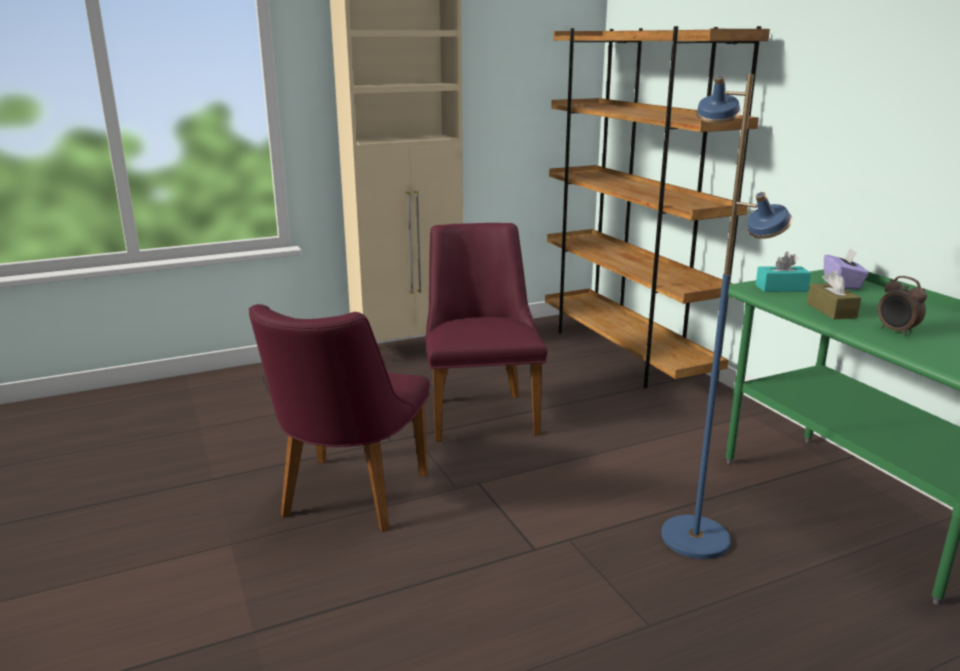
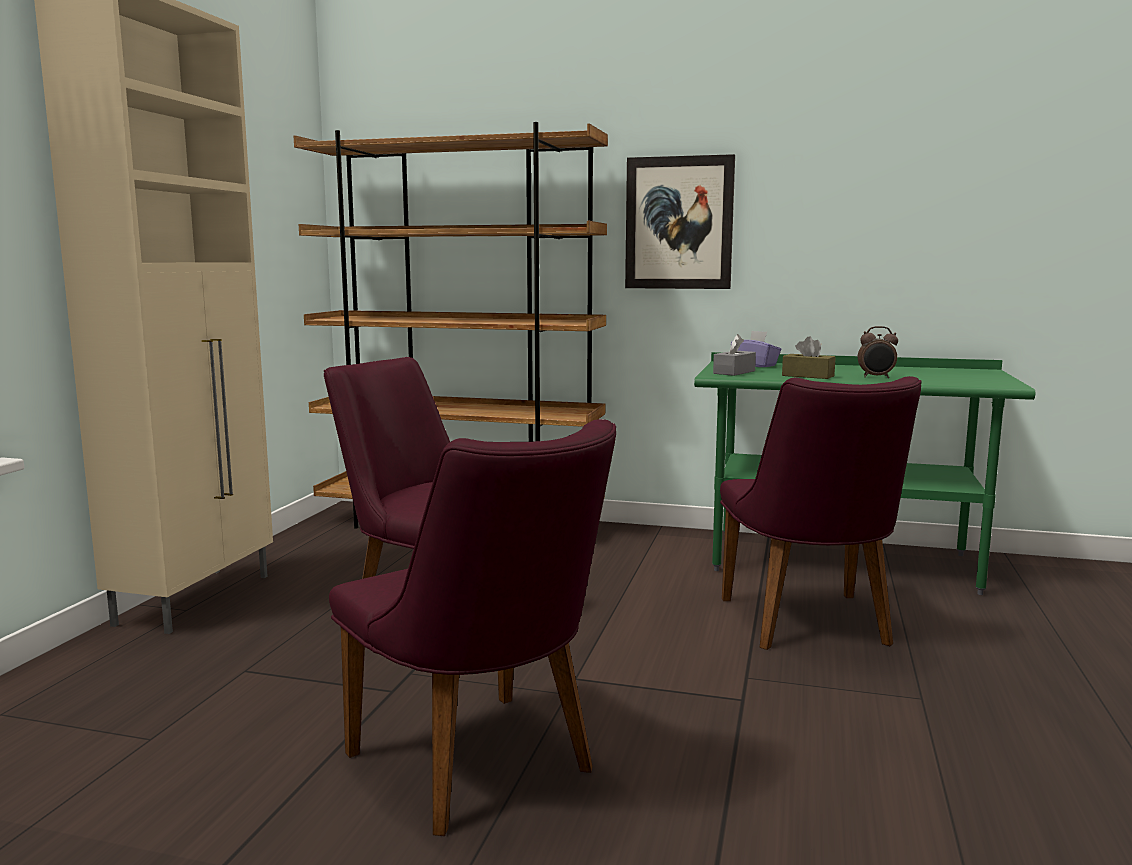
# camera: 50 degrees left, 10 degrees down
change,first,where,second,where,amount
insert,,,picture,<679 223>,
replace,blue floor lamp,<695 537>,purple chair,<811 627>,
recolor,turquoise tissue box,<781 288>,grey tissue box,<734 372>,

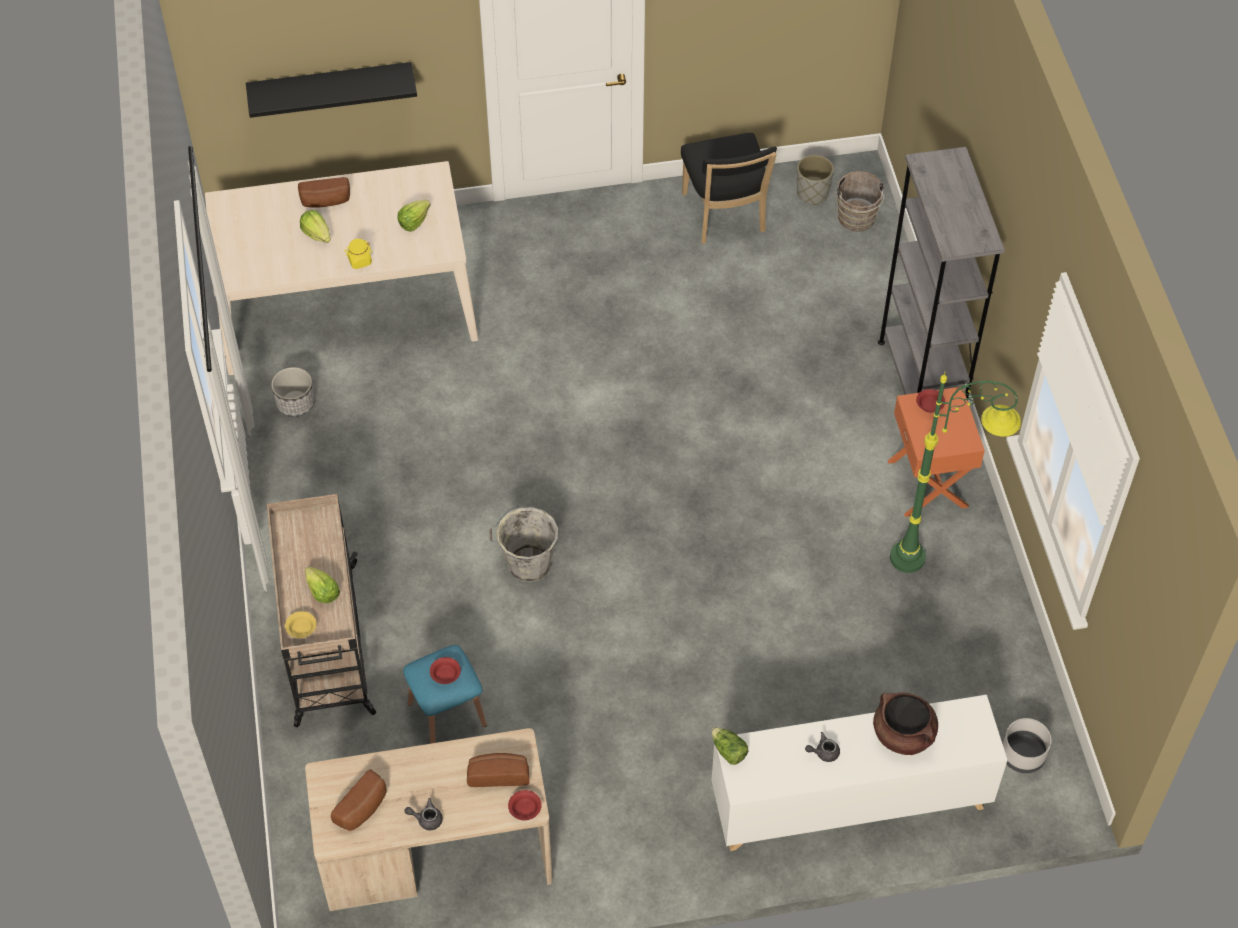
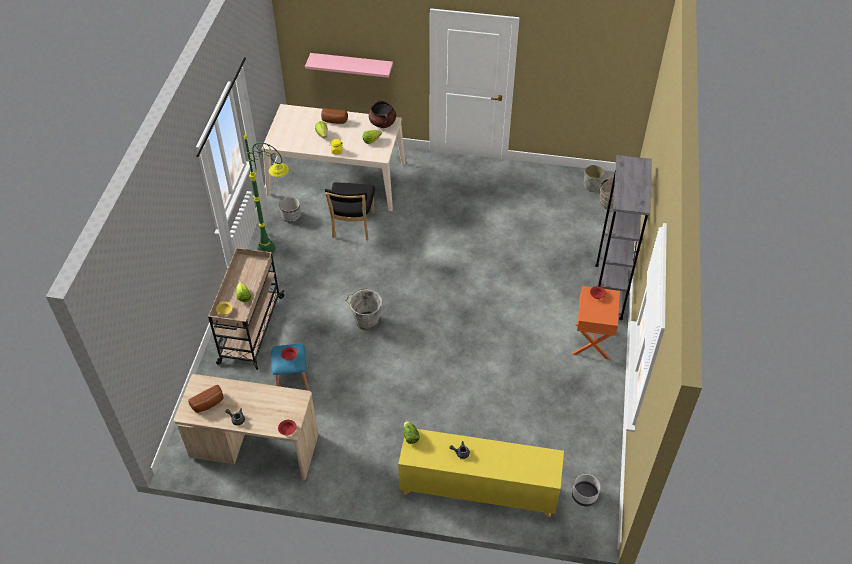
# camera: 20 degrees right, 5 degrees down
change,first,where,second,where,amount
delete,bread,<498 774>,,,
move,black chair,<725 216>,,<352 227>,
move,brown cooking pot,<903 734>,,<382 123>,
move,green floor lamp,<938 559>,,<279 253>,
recolor,black shelf,<331 86>,pink shelf,<352 65>,
recolor,white cabinet,<849 802>,yellow cabinet,<478 489>,

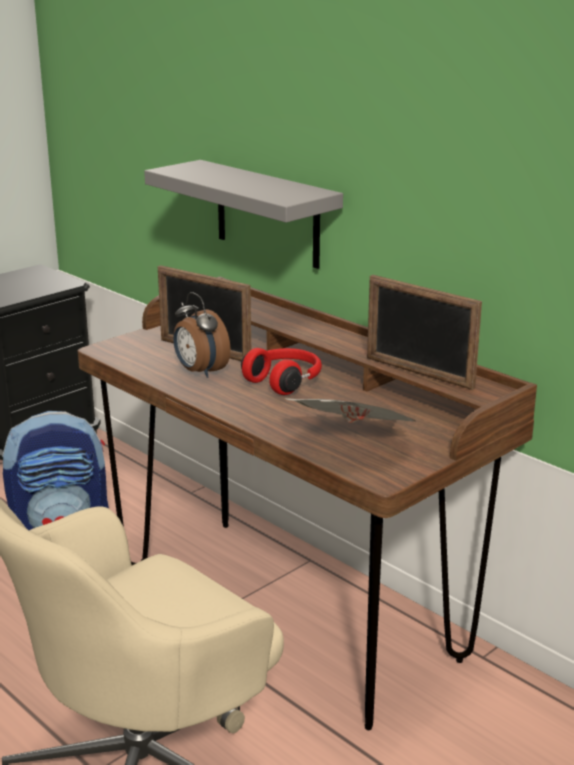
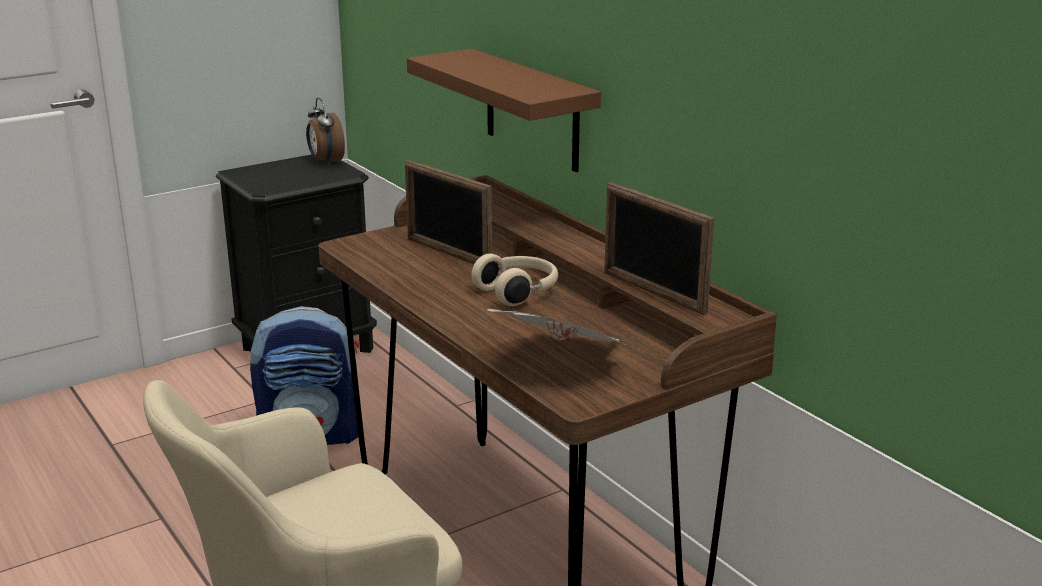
# camera: 10 degrees right, 0 degrees up
change,first,where,second,where,amount
move,alarm clock,<200 372>,,<325 161>,
recolor,grey shelf,<267 214>,brown shelf,<532 110>,
recolor,red headphones,<285 382>,beige headphones,<518 292>,

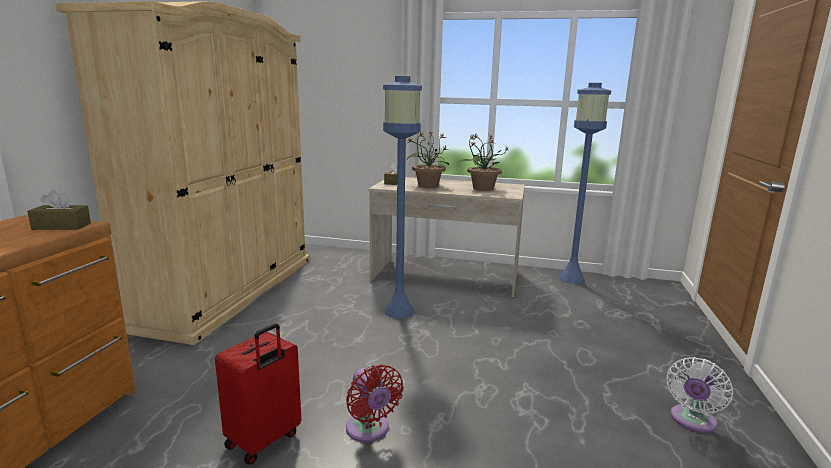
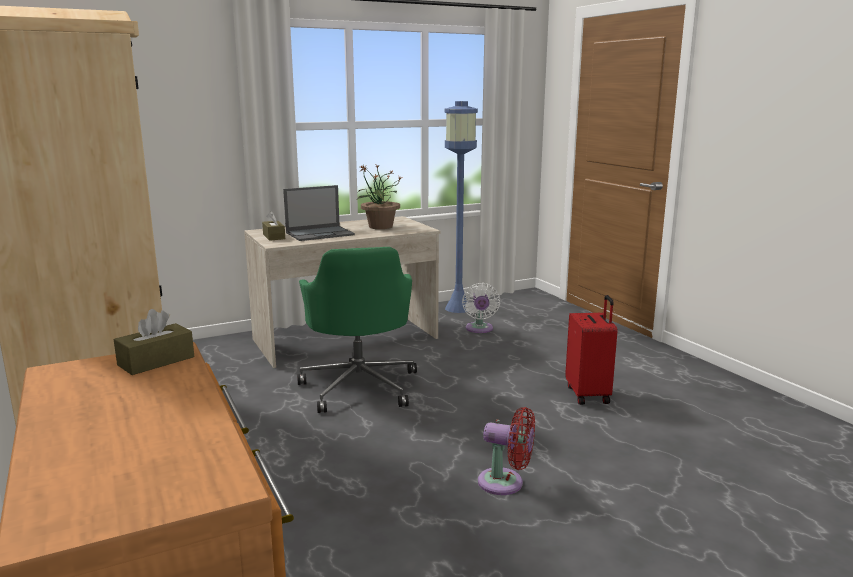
# camera: 40 degrees left, 0 degrees up
change,first,where,second,where,amount
move,red suitcase,<264 441>,,<589 394>,
move,white fan,<691 422>,,<479 329>,
replace,blue floor lamp,<399 312>,green office chair,<360 386>,
replace,potted plant,<427 186>,laptop,<320 234>,

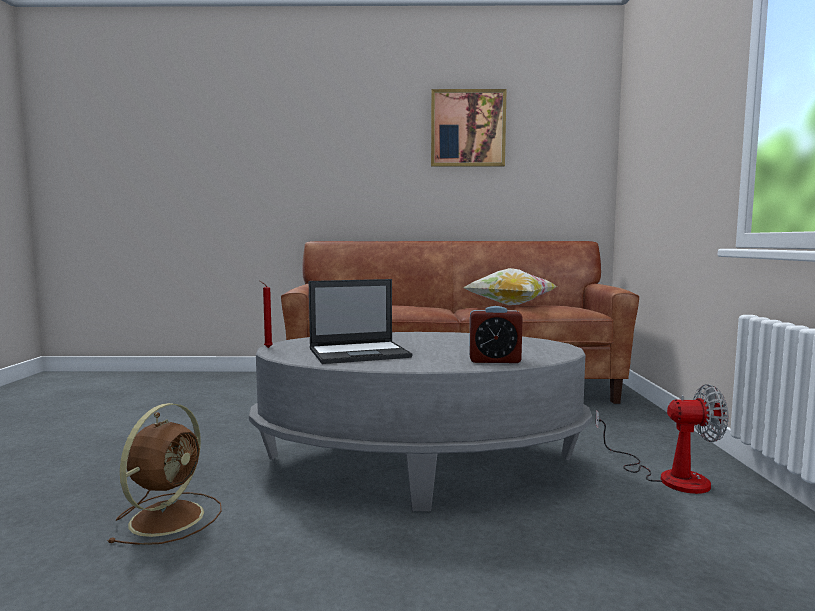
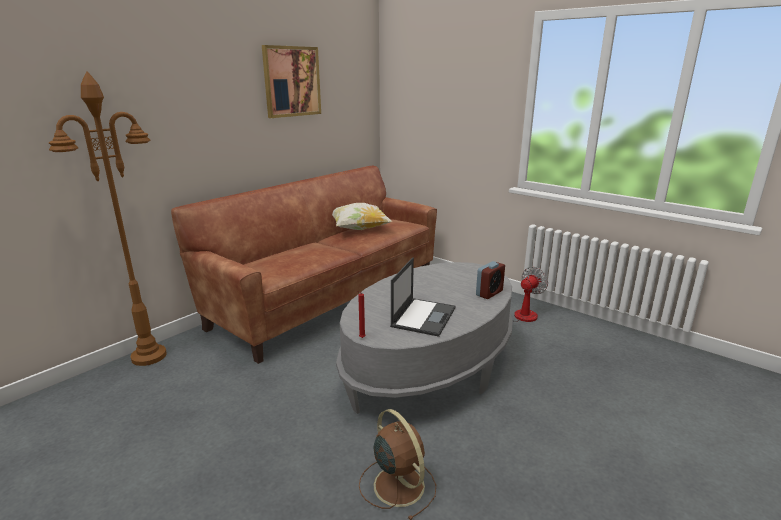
# camera: 50 degrees left, 15 degrees up
change,first,where,second,where,amount
insert,,,brown floor lamp,<149 356>,

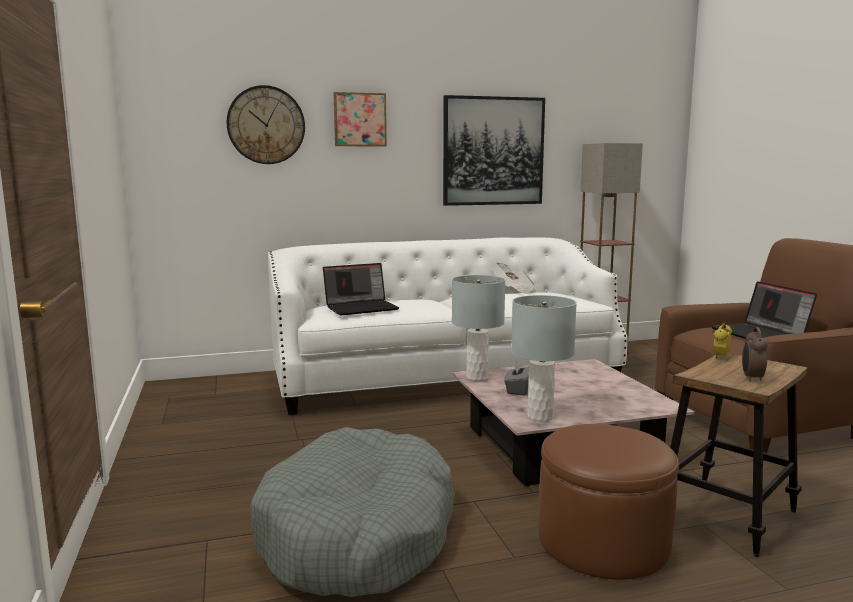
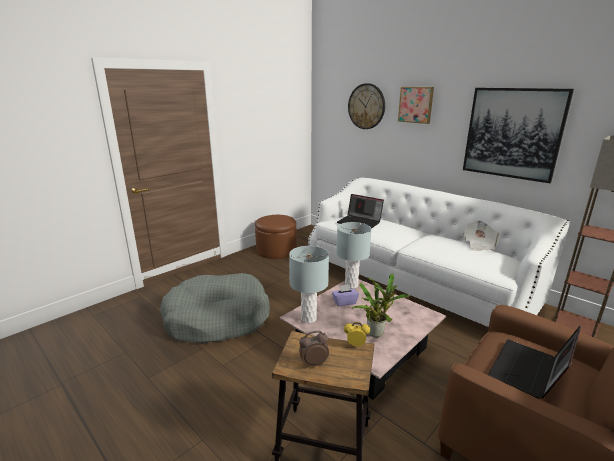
# camera: 60 degrees right, 10 degrees up
change,first,where,second,where,amount
insert,,,potted plant,<377 332>,
move,brown ottoman,<603 542>,,<276 250>,
recolor,grey tissue box,<518 390>,purple tissue box,<344 302>,

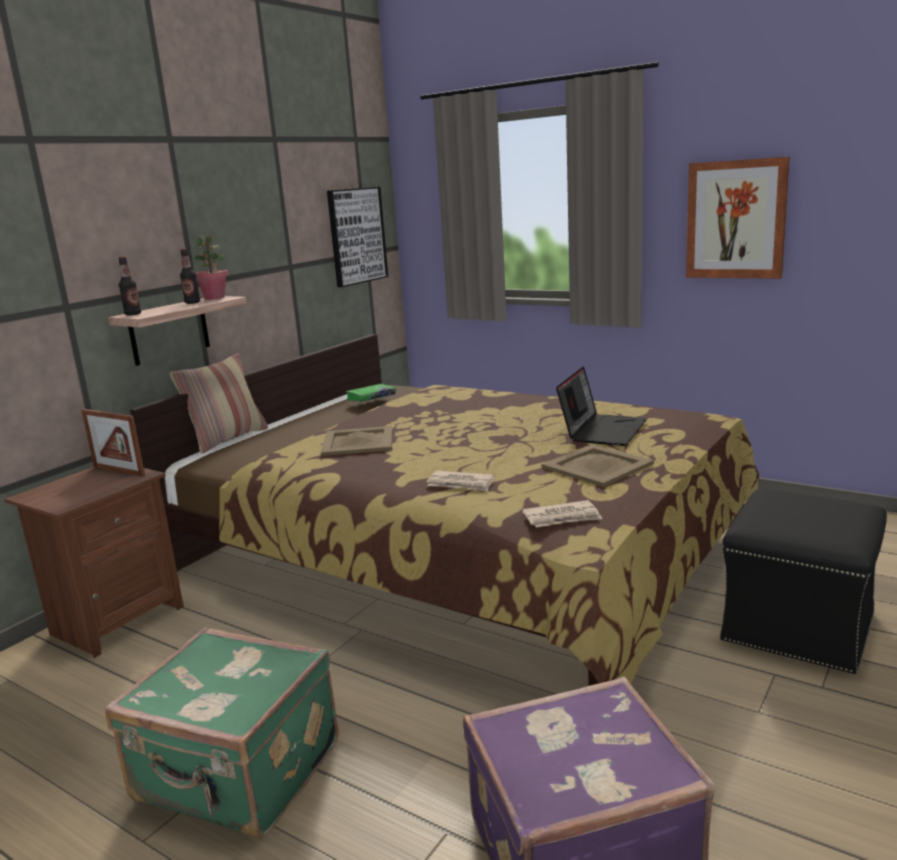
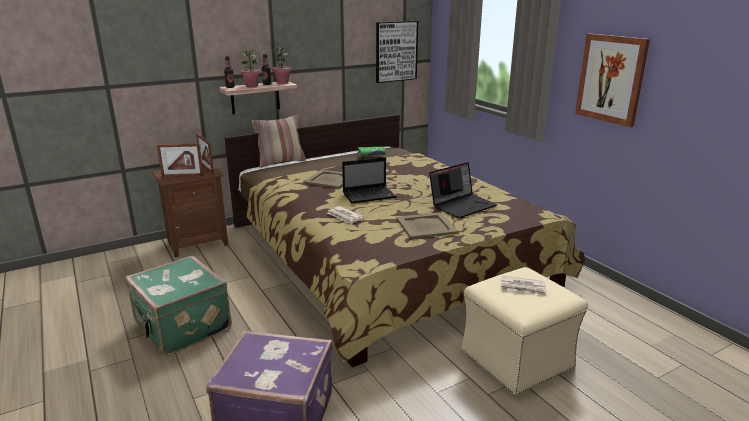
# camera: 25 degrees right, 5 degrees up
change,first,where,second,where,amount
insert,,,picture frame,<182 176>,
insert,,,potted plant,<251 86>,
insert,,,laptop,<370 195>,
move,newspaper,<562 518>,,<523 287>,
recolor,black ottoman,<798 626>,beige ottoman,<517 358>,

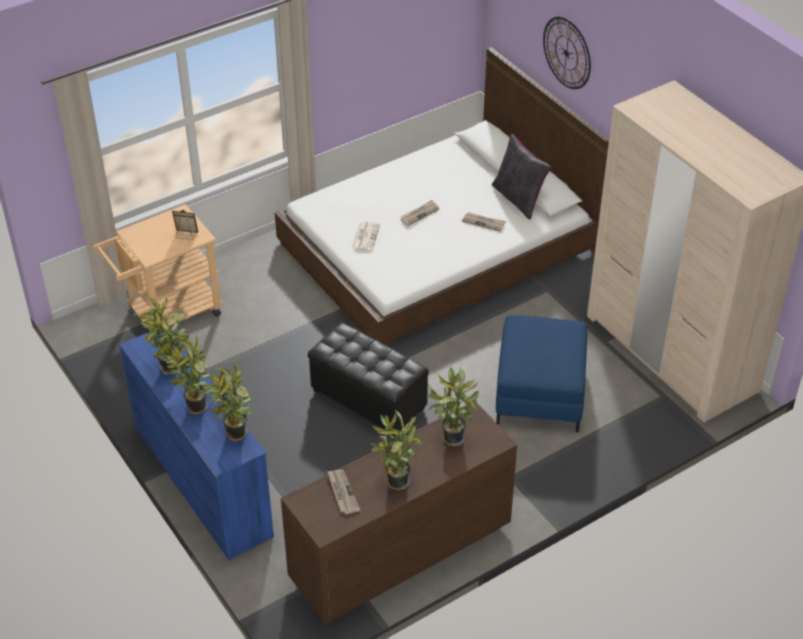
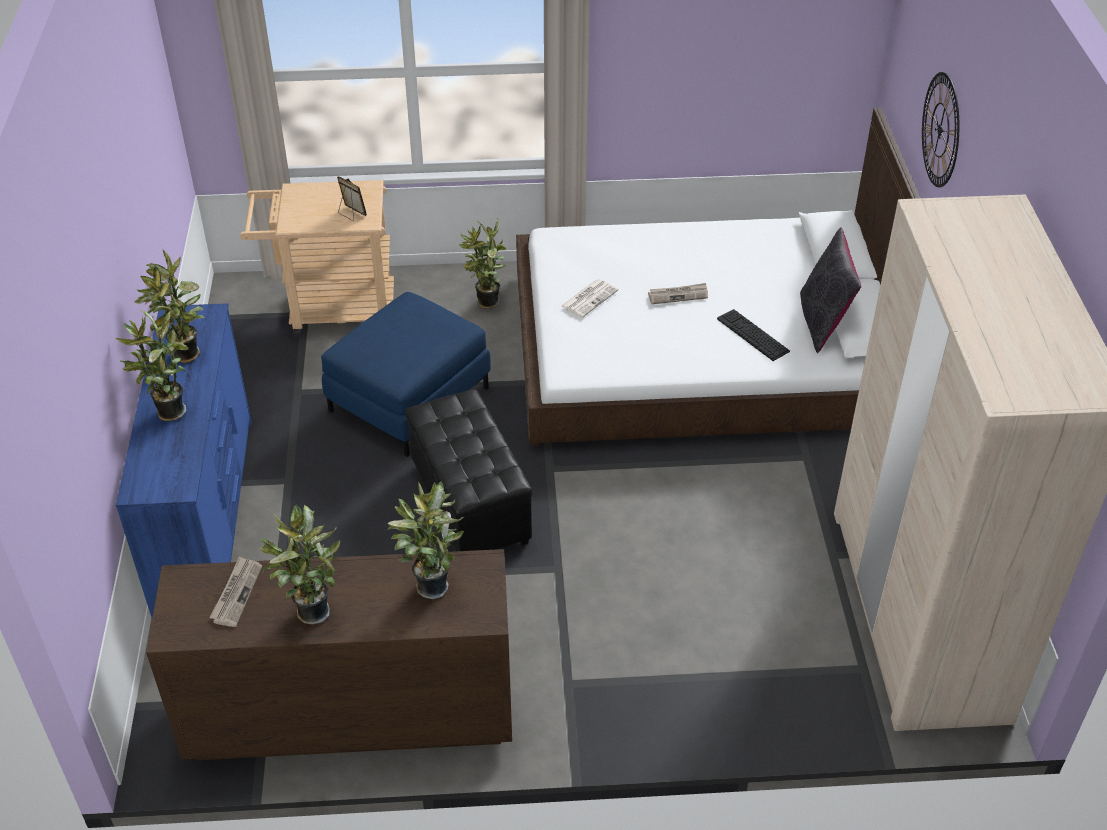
# camera: 30 degrees right, 0 degrees up
change,first,where,second,where,amount
move,potted plant,<234 435>,,<485 303>,
move,blue ottoman,<540 393>,,<409 399>,
replace,newspaper,<484 222>,keyboard,<752 335>,

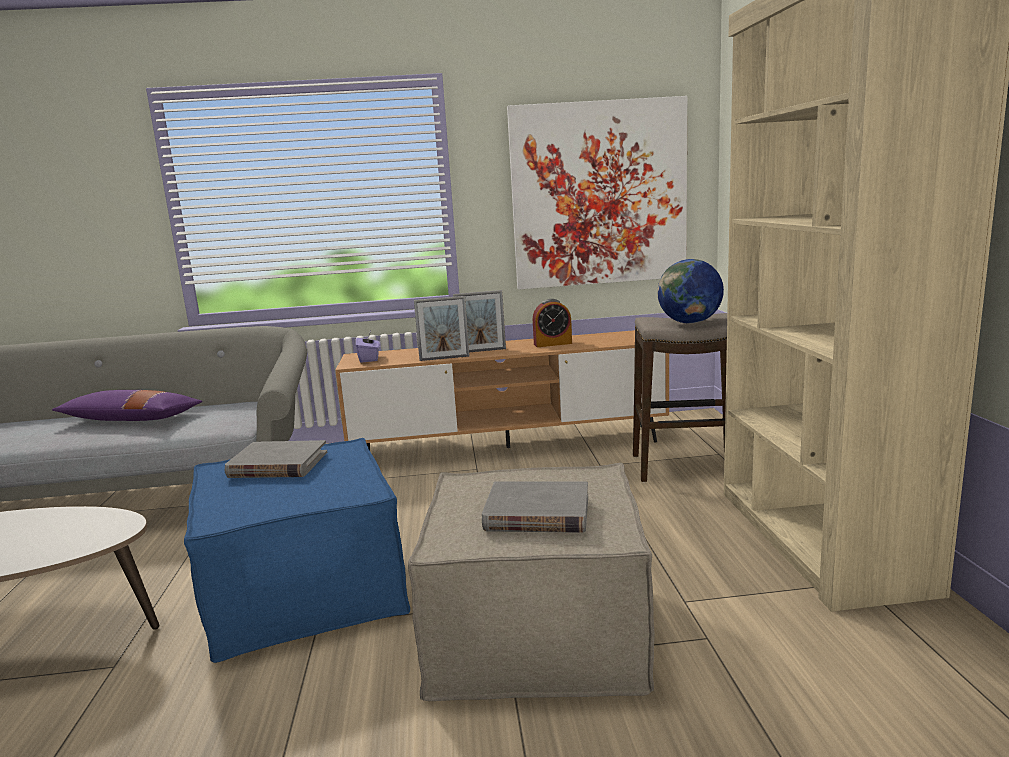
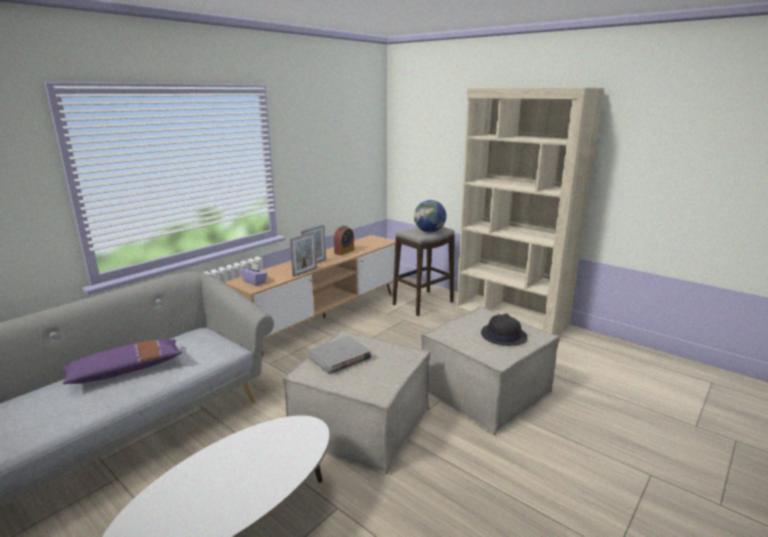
# camera: 45 degrees left, 5 degrees up
change,first,where,second,where,amount
delete,picture,<599 194>,,,
replace,grey book,<537 513>,black hat,<503 335>,
recolor,blue ottoman,<305 590>,beige ottoman,<361 425>,

